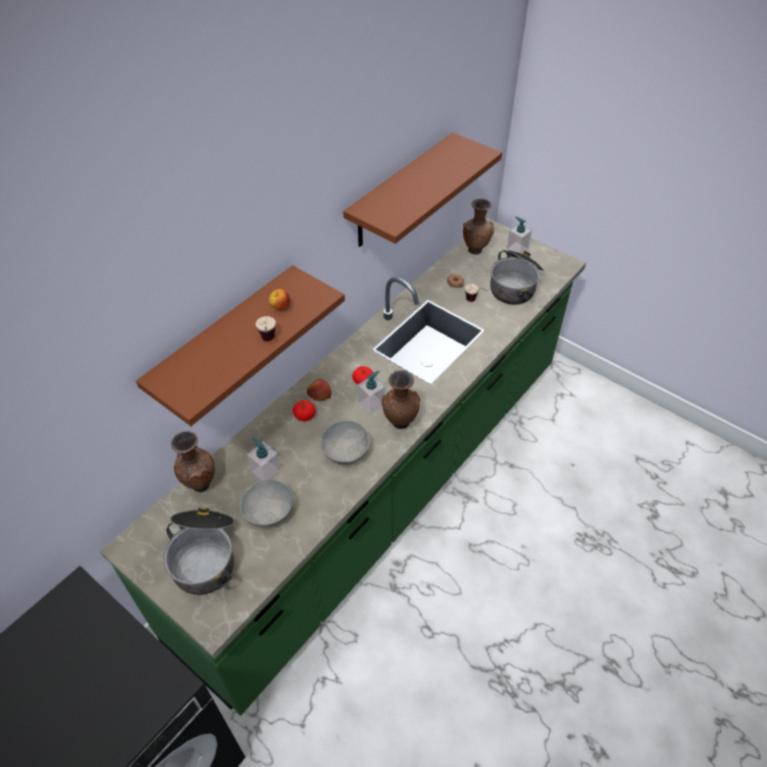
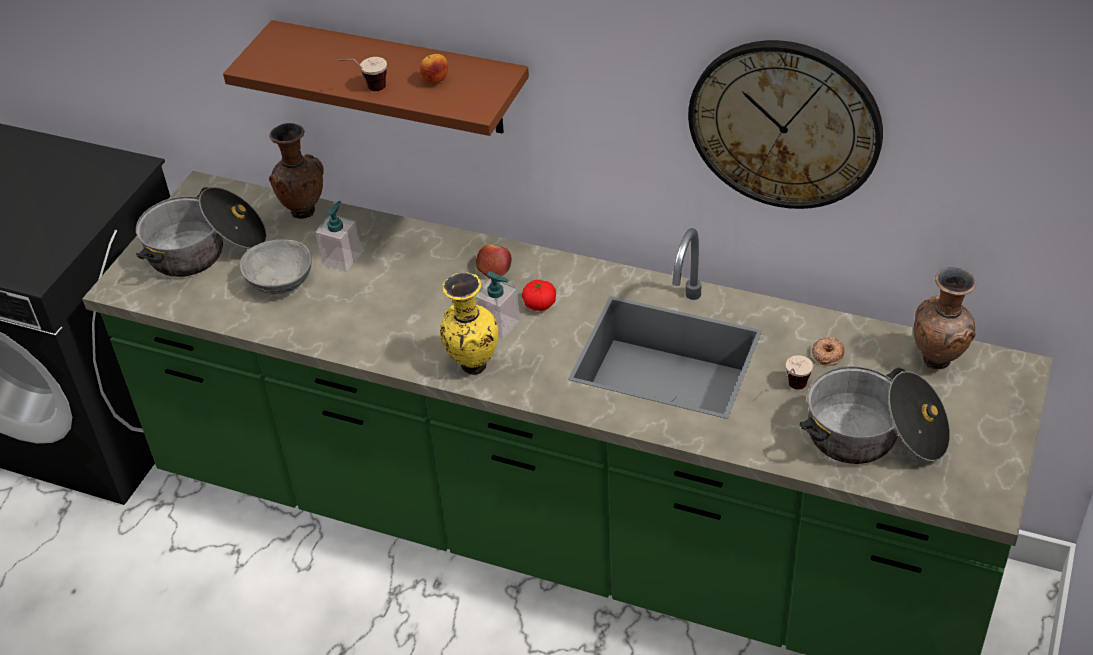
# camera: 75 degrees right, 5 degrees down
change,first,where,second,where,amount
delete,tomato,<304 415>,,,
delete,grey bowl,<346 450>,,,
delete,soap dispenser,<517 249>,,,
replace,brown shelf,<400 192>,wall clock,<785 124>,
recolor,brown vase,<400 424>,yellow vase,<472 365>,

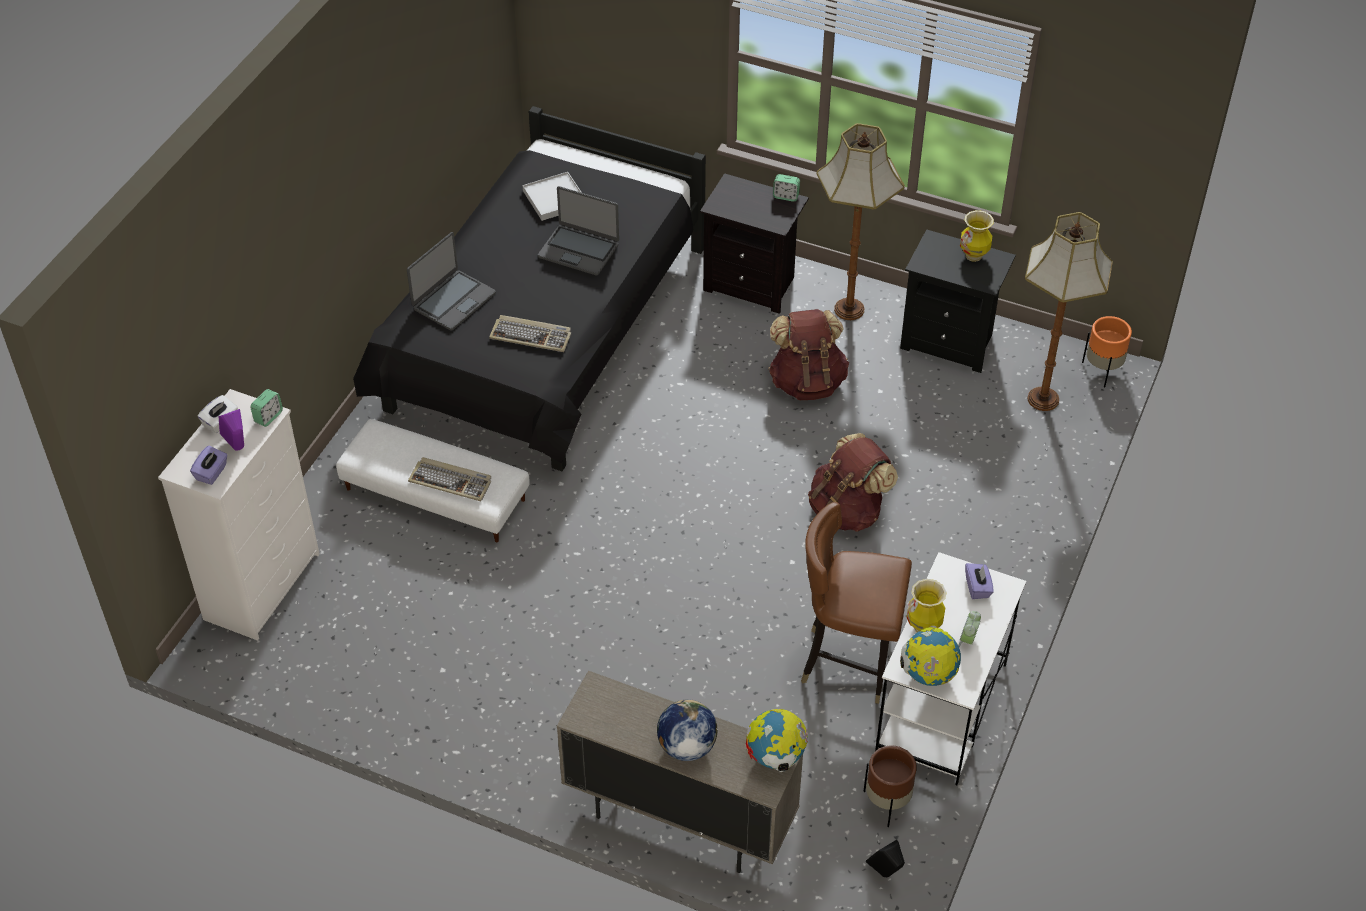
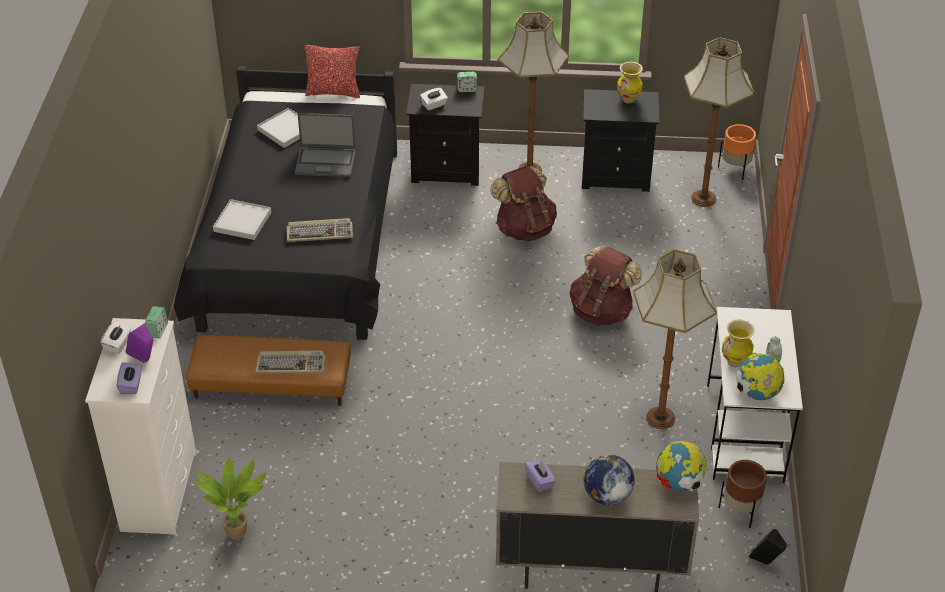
# camera: 20 degrees left, 5 degrees down
change,first,where,second,where,amount
insert,,,potted plant,<239 532>,
insert,,,pillow,<333 92>,
insert,,,white tissue box,<434 105>,
move,purple tissue box,<977 588>,,<540 481>,
replace,laptop,<453 301>,white tray,<242 222>,
replace,brown chair,<849 662>,floor lamp,<659 418>,
recolor,white ottoman,<436 494>,brown ottoman,<272 382>,

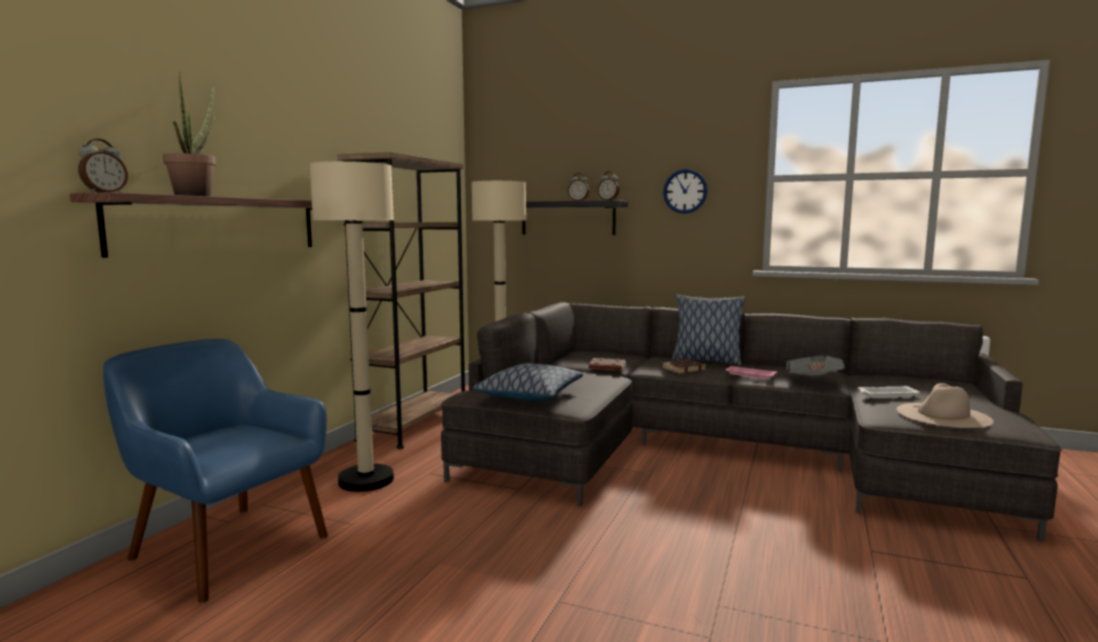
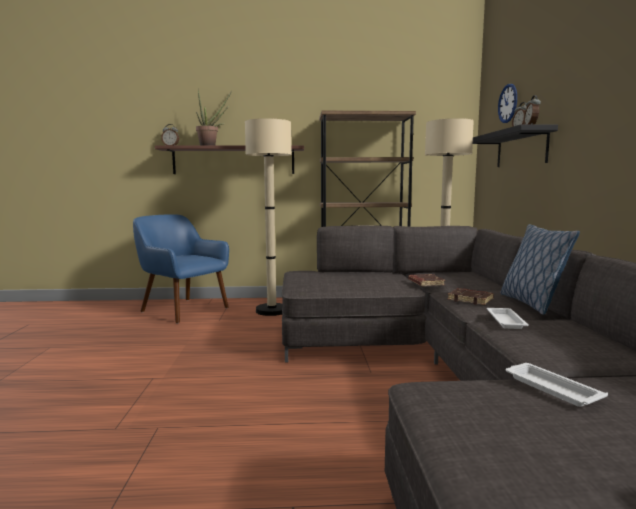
# camera: 65 degrees right, 0 degrees up
change,first,where,second,where,amount
delete,pillow,<529 395>,,,
delete,newspaper,<813 381>,,,
delete,beige hat,<943 415>,,,
move,wall clock,<685 191>,,<508 103>,
recolor,pink tray,<749 375>,white tray,<505 321>,
rotate,blue armchair,<227 548>,,<183 310>,60 degrees counterclockwise

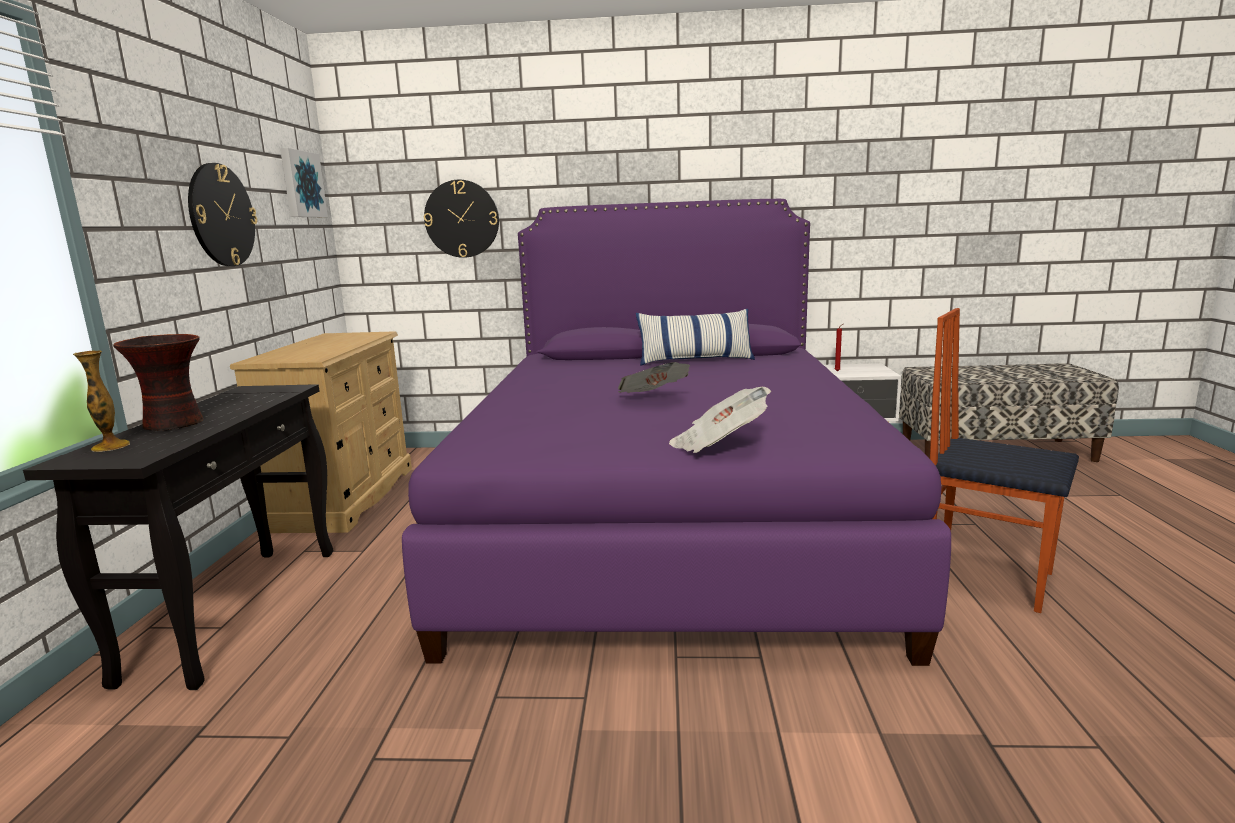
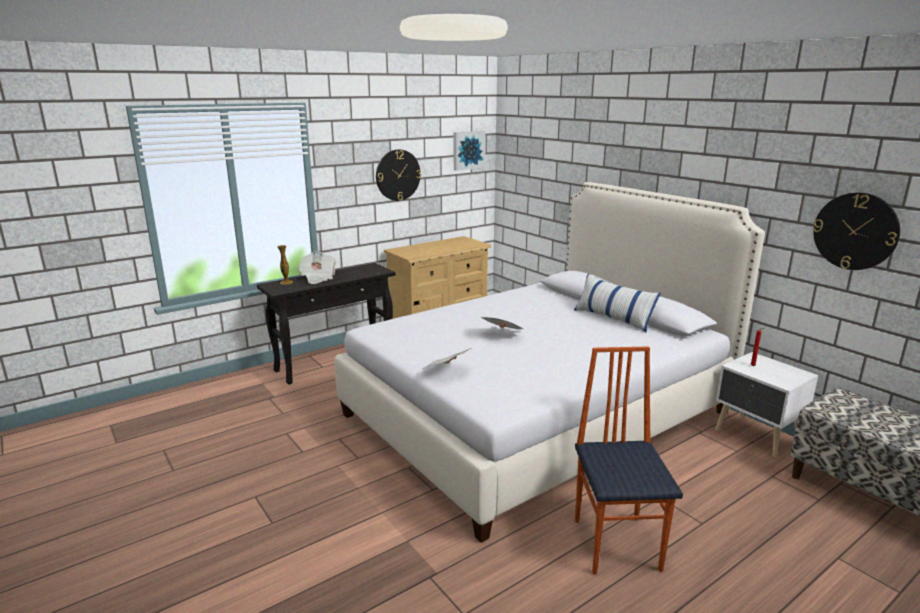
# camera: 50 degrees right, 5 degrees up
change,first,where,second,where,amount
move,wall clock,<462 219>,,<855 231>,
replace,vase,<175 424>,newspaper,<318 278>,
recolor,purple bed,<666 519>,white bed,<536 413>,

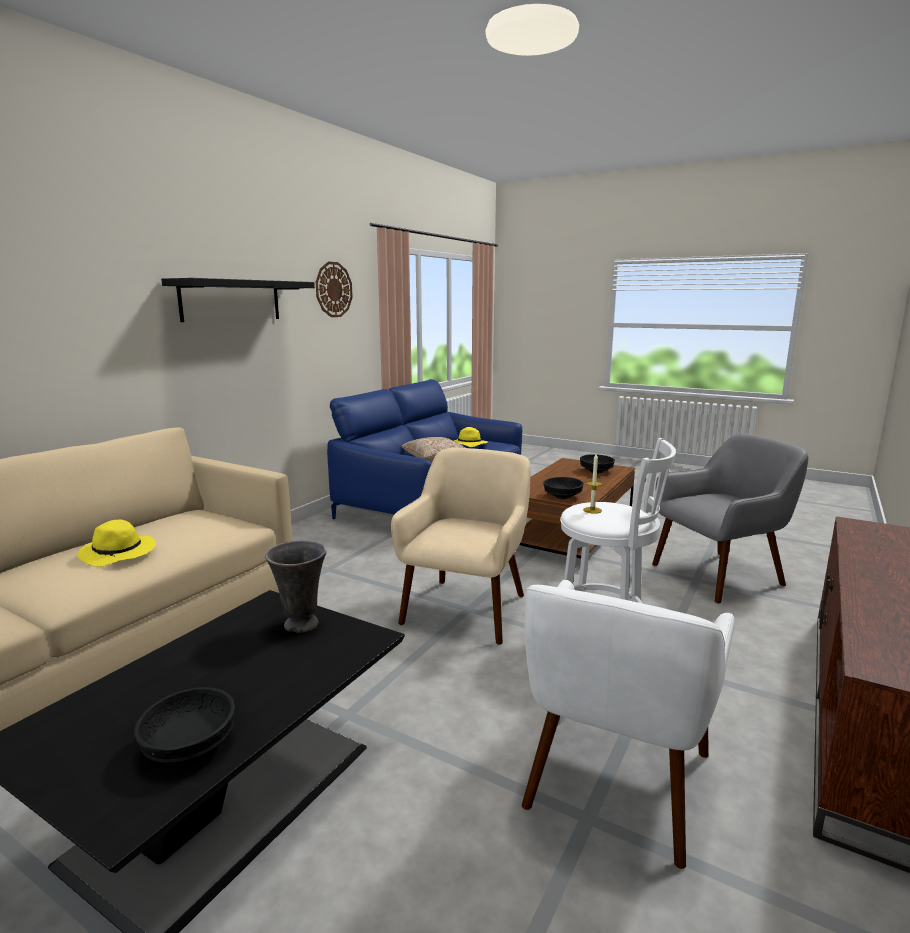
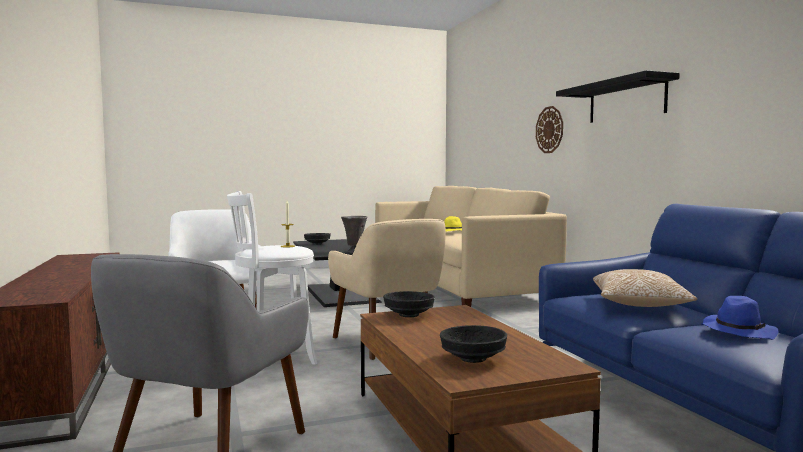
# camera: 130 degrees right, 10 degrees down
change,first,where,second,where,amount
move,wall clock,<333 289>,,<549 130>,
recolor,yellow hat,<468 445>,blue hat,<737 331>,

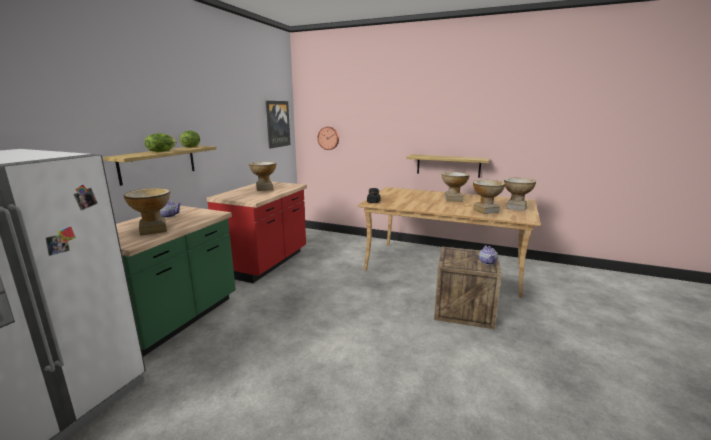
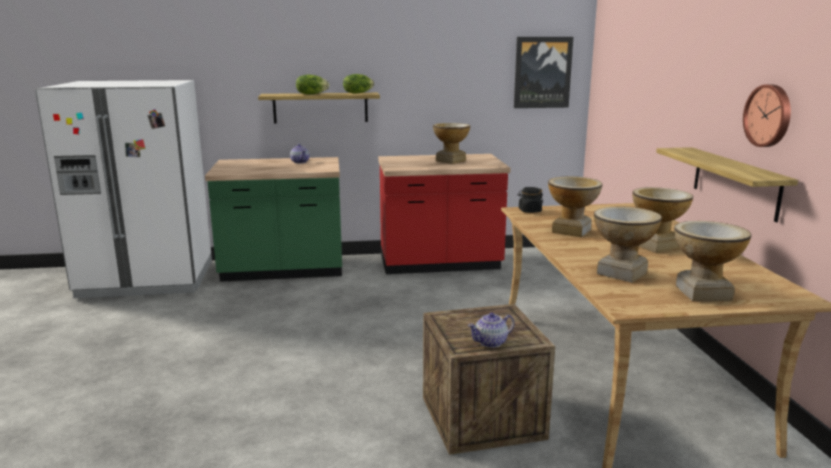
# camera: 60 degrees right, 0 degrees up
change,first,where,second,where,amount
move,vase,<153 230>,,<571 231>,
move,wall clock,<328 138>,,<769 115>,

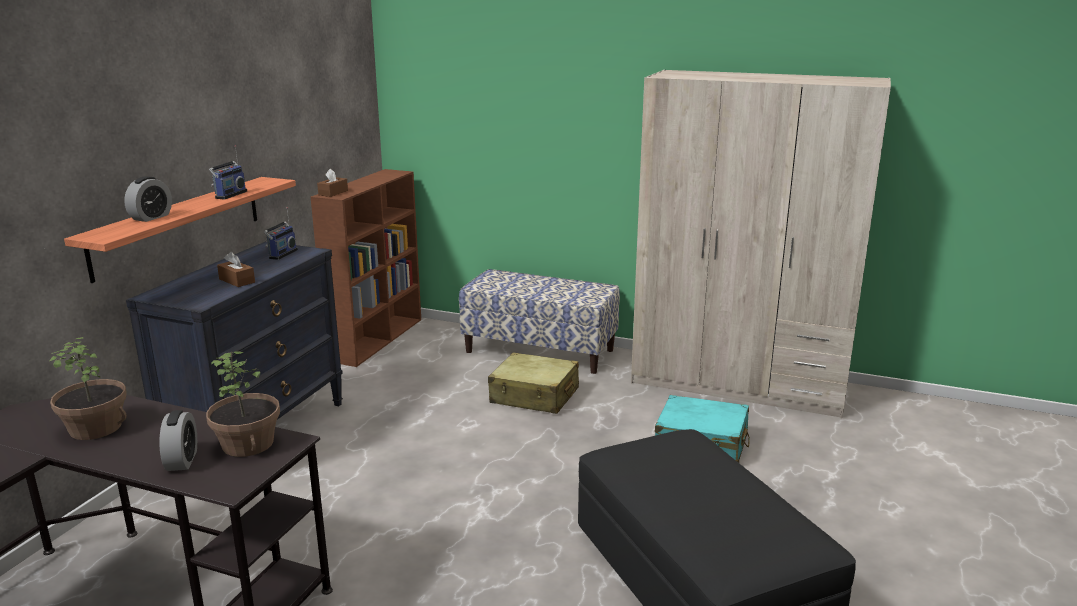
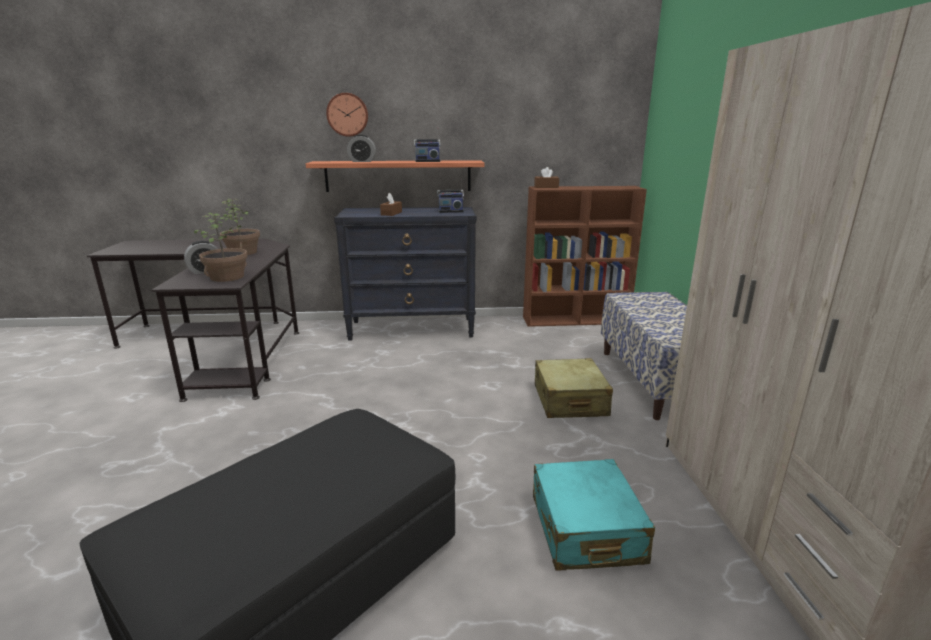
# camera: 65 degrees right, 0 degrees up
change,first,where,second,where,amount
insert,,,wall clock,<347 114>,

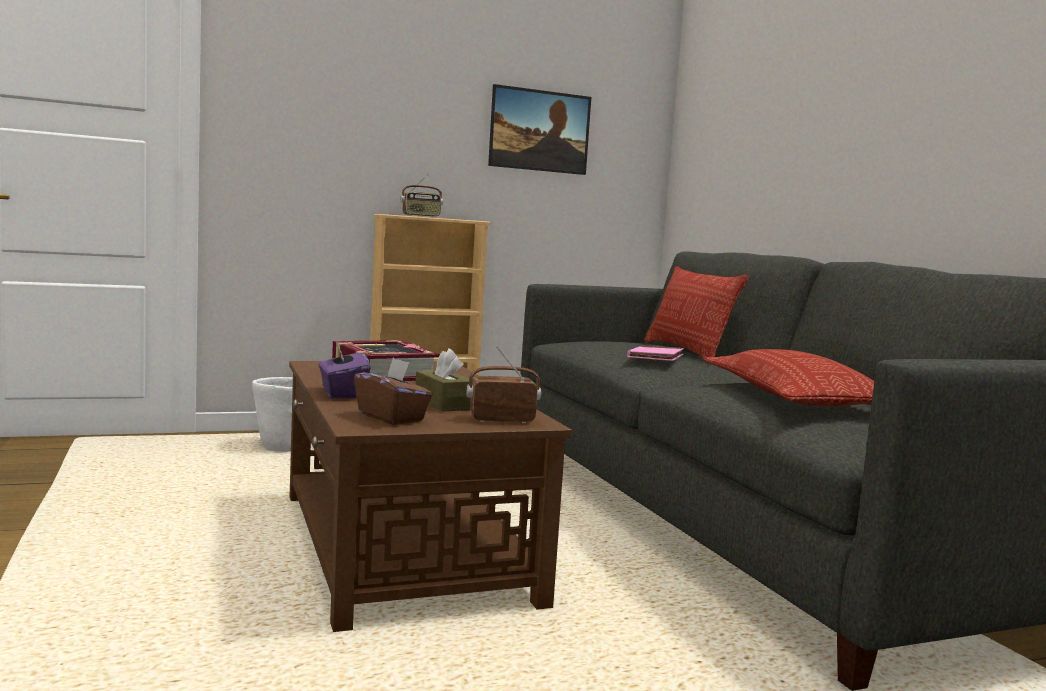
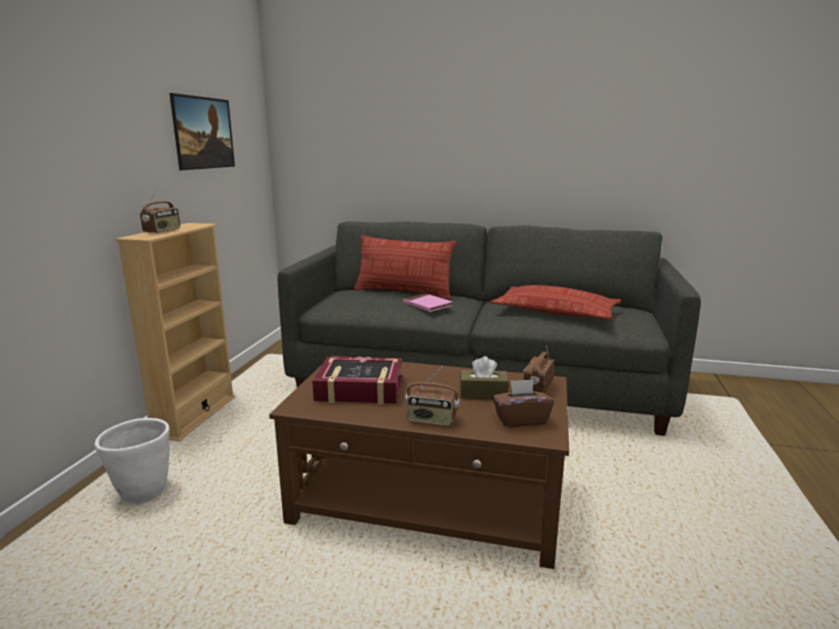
# camera: 55 degrees left, 10 degrees up
change,first,where,second,where,amount
replace,purple tissue box,<342 393>,radio,<431 420>,

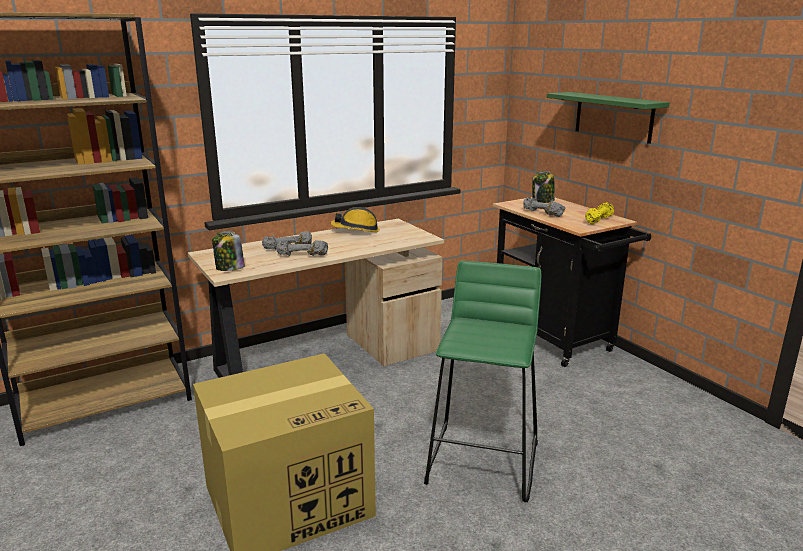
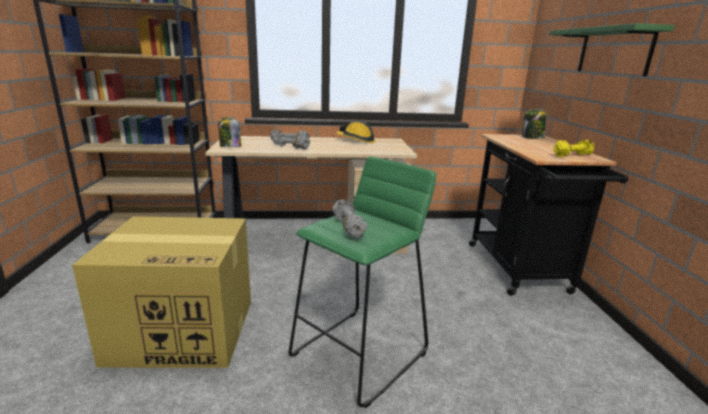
# camera: 25 degrees right, 0 degrees up
change,first,where,second,where,amount
move,grey dumbbell,<541 213>,,<348 227>,

